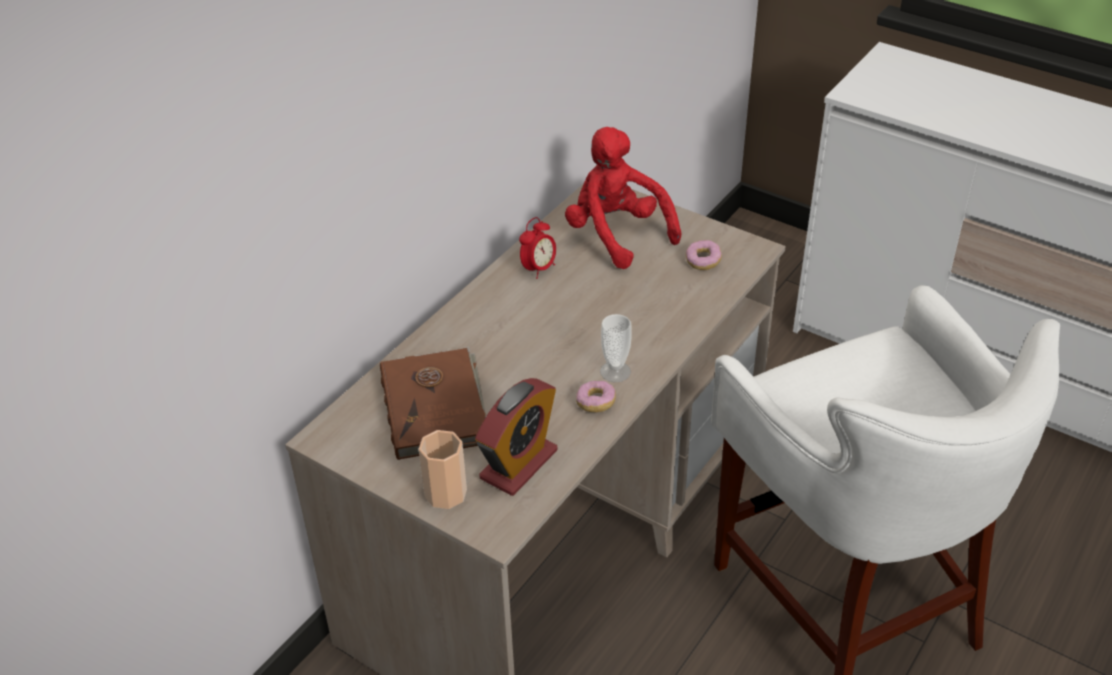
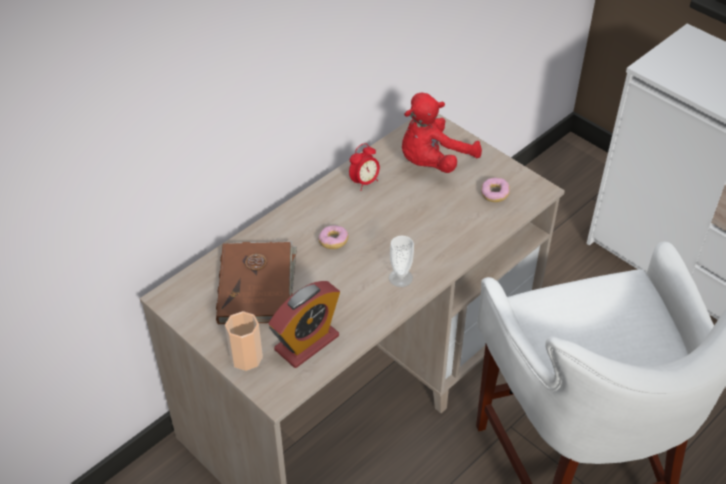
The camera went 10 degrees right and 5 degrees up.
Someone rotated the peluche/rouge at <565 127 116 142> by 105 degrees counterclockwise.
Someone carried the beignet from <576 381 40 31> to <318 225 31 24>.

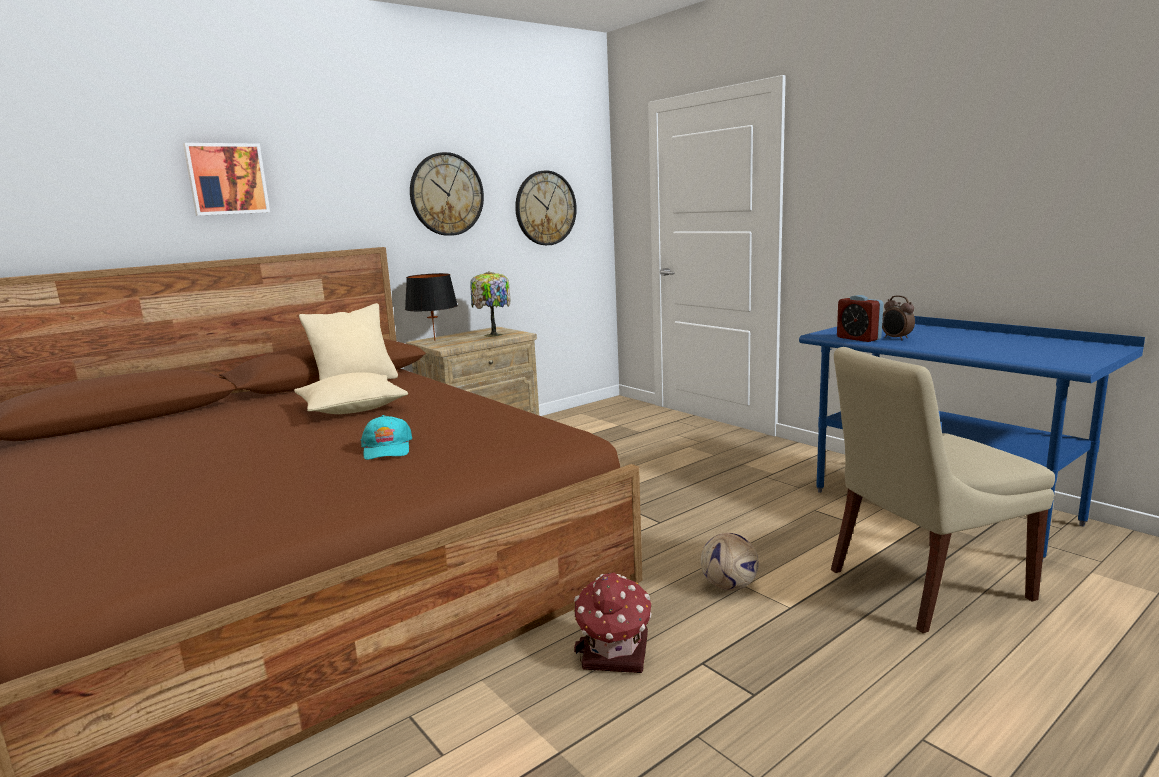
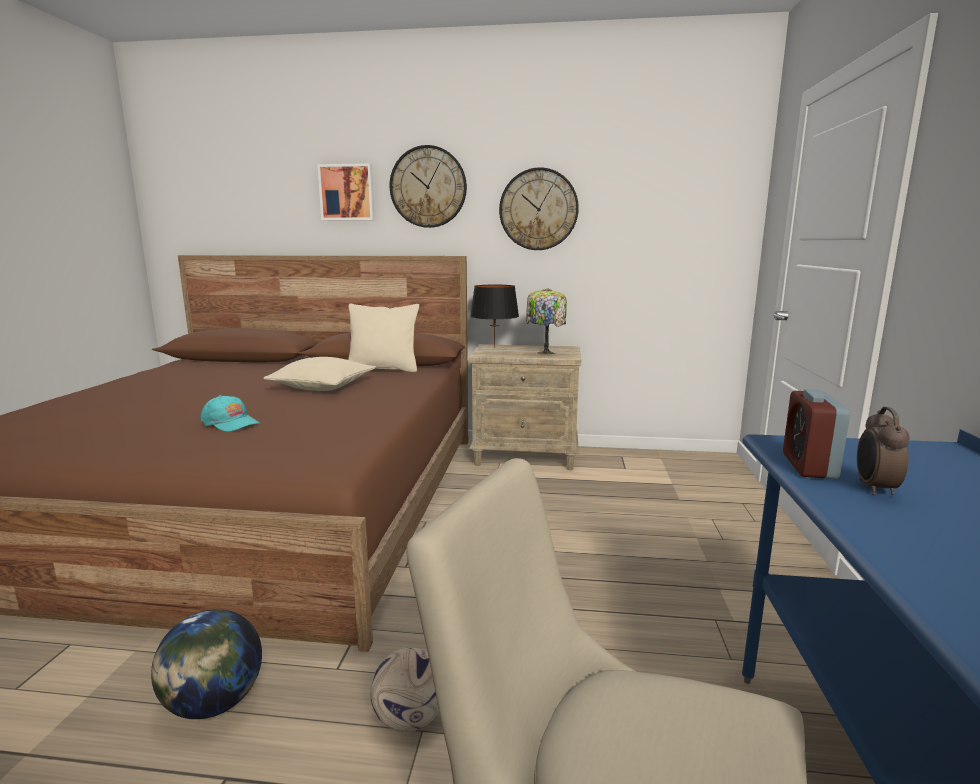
The camera went 45 degrees right and 0 degrees up.
Someone rotated the casquette/turquoise at <361 415 51 45> by 90 degrees counterclockwise.
Someone carried the horloge murale from <515 170 62 75> to <389 145 78 83>.
Someone swapped the maison miniature at <574 572 78 101> for the globe at <151 609 111 110>.

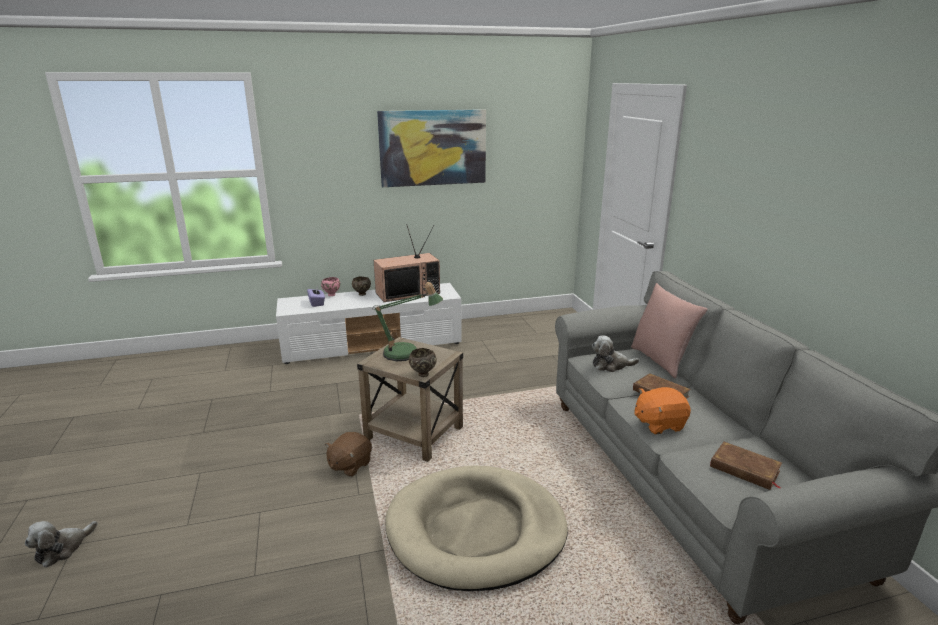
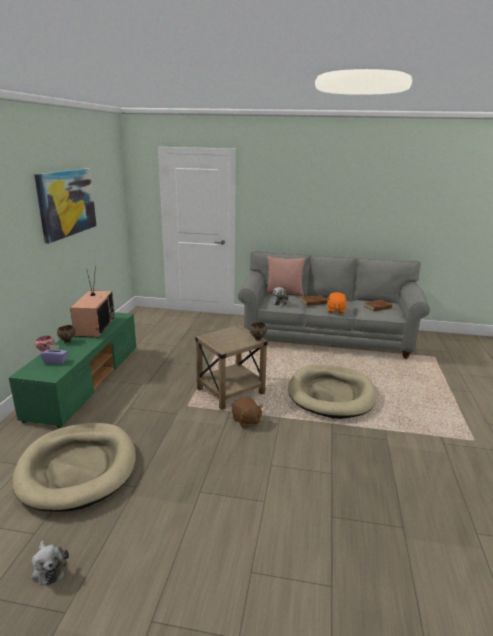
The camera went 65 degrees left and 0 degrees up.
Someone carried the peluche from <25 521 72 47> to <31 540 38 46>.
Someone repainted the meuble télé/blanc at <276 283 186 81>, which became the meuble télé/vert at <9 312 127 116>.
Someone took away the lampe de table at <373 282 70 79>.
Someone put down the panier pour chien/beige at <12 423 124 89>.

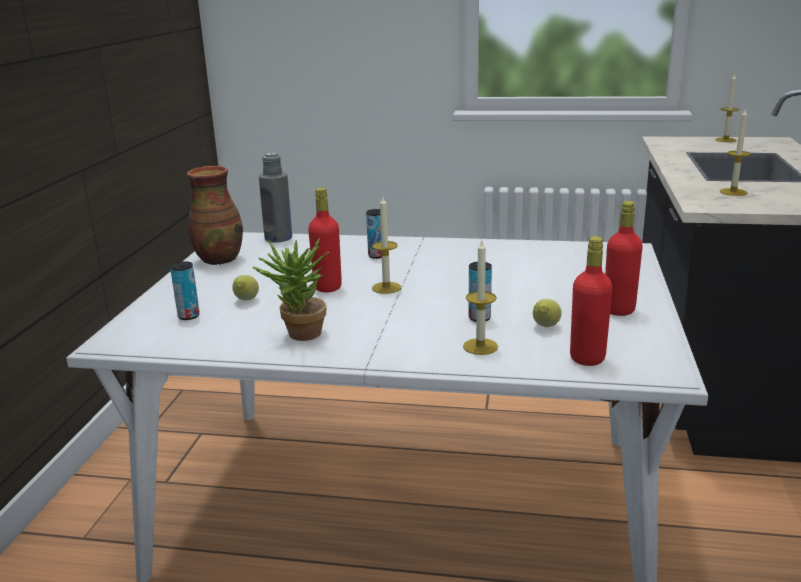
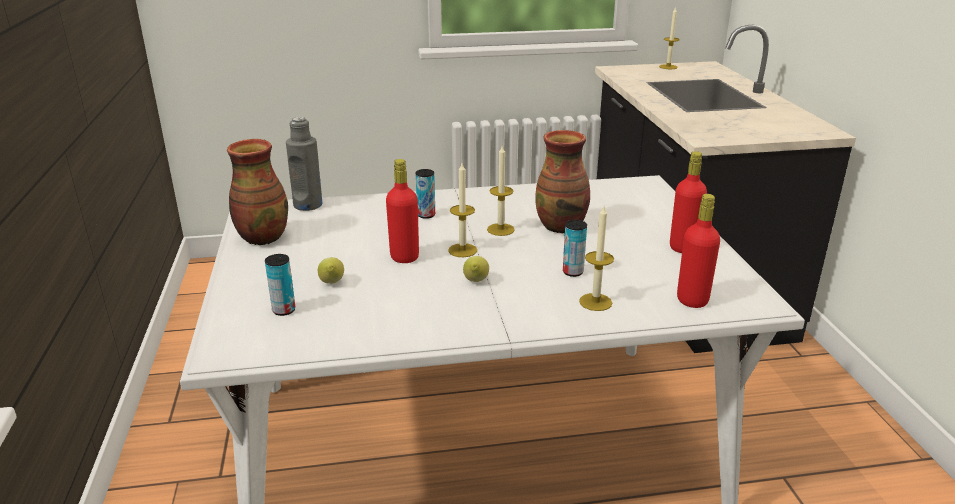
The camera went 20 degrees left and 5 degrees up.
Someone took away the plante en pot at <252 238 78 103>.
Someone carried the citron from <533 299 28 28> to <463 256 26 26>.
Someone carried the bougie from <720 109 31 87> to <487 146 28 90>.
Someone put down the vase at <535 130 55 103>.

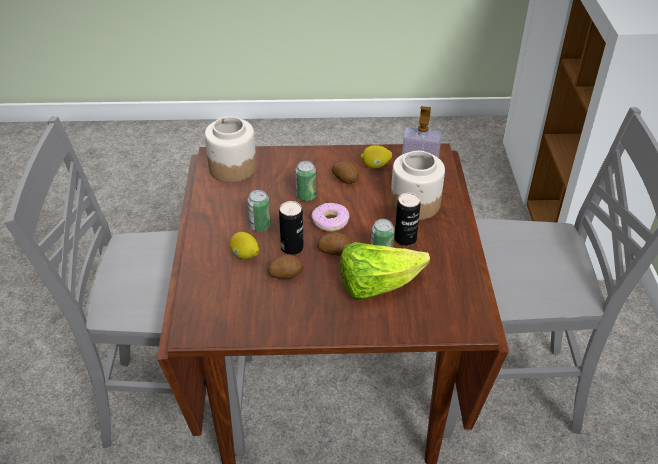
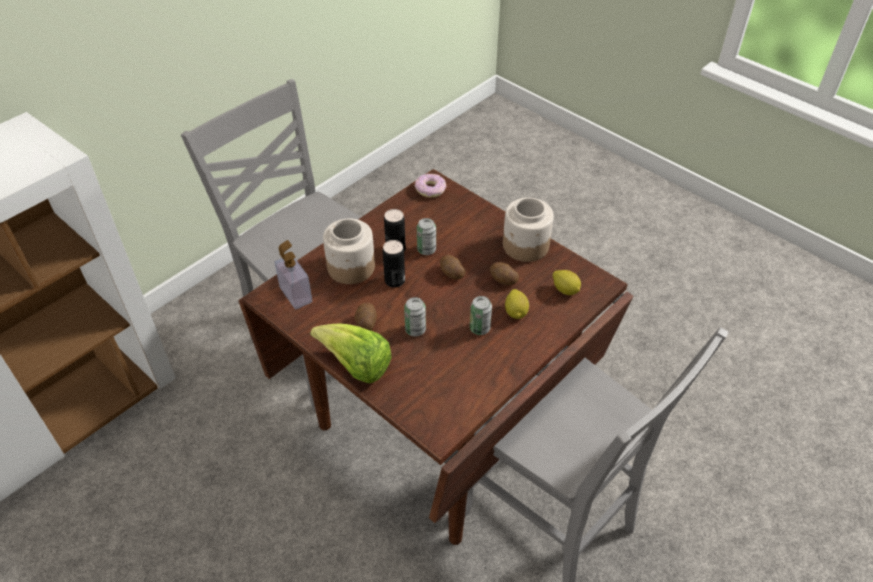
The camera went 135 degrees left and 5 degrees up.
Someone carried the bocal from <205 116 52 67> to <503 198 51 64>.
Someone carried the boîte métallique from <279 201 25 54> to <383 240 22 48>.
Someone carried the beignet from <312 203 38 28> to <415 174 31 24>.
Someone carried the laitue from <340 242 90 57> to <310 323 82 60>.
Someone carried the citron from <360 145 32 24> to <553 270 28 25>.

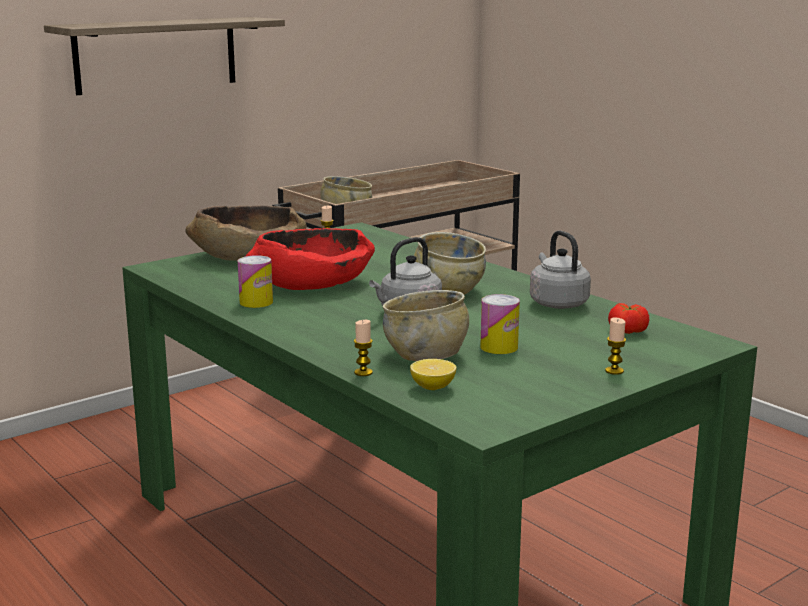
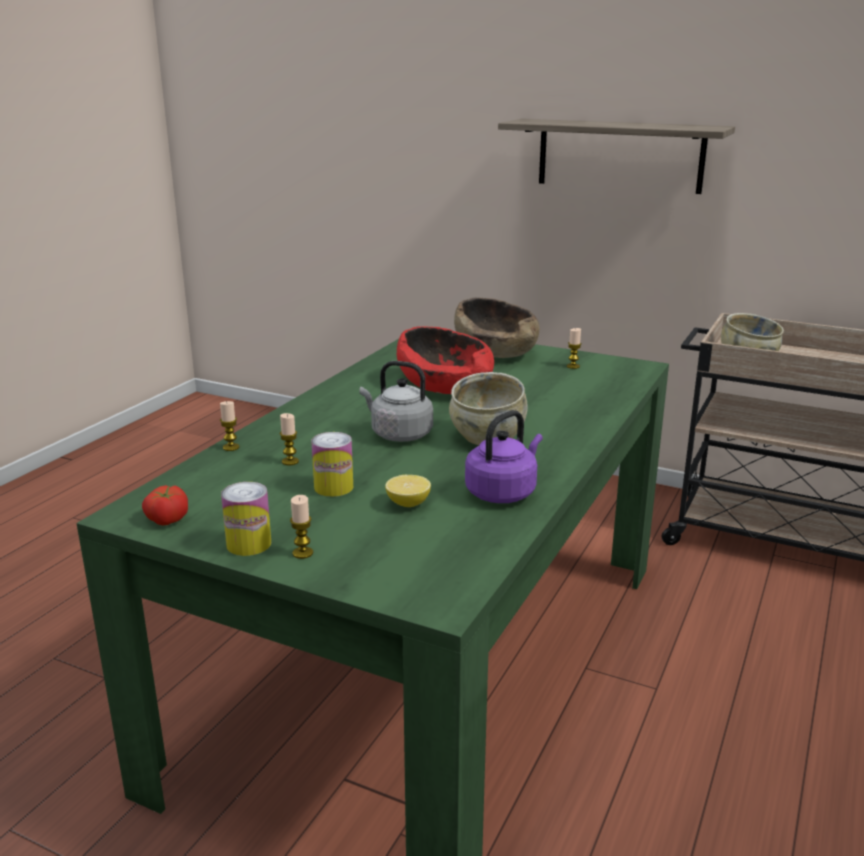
The camera went 65 degrees right and 5 degrees up.
Someone carried the boîte métallique from <238 255 35 53> to <221 482 50 74>.
Someone swapped the bol/beige at <383 290 86 71> for the bougie at <280 413 19 52>.
Someone carried the citron from <410 359 46 31> to <385 475 46 32>.
Someone repainted the bouilloire/gris at <530 230 61 79>, which became the bouilloire/violet at <465 410 78 93>.
Someone carried the tomate from <608 303 41 31> to <142 485 46 40>.

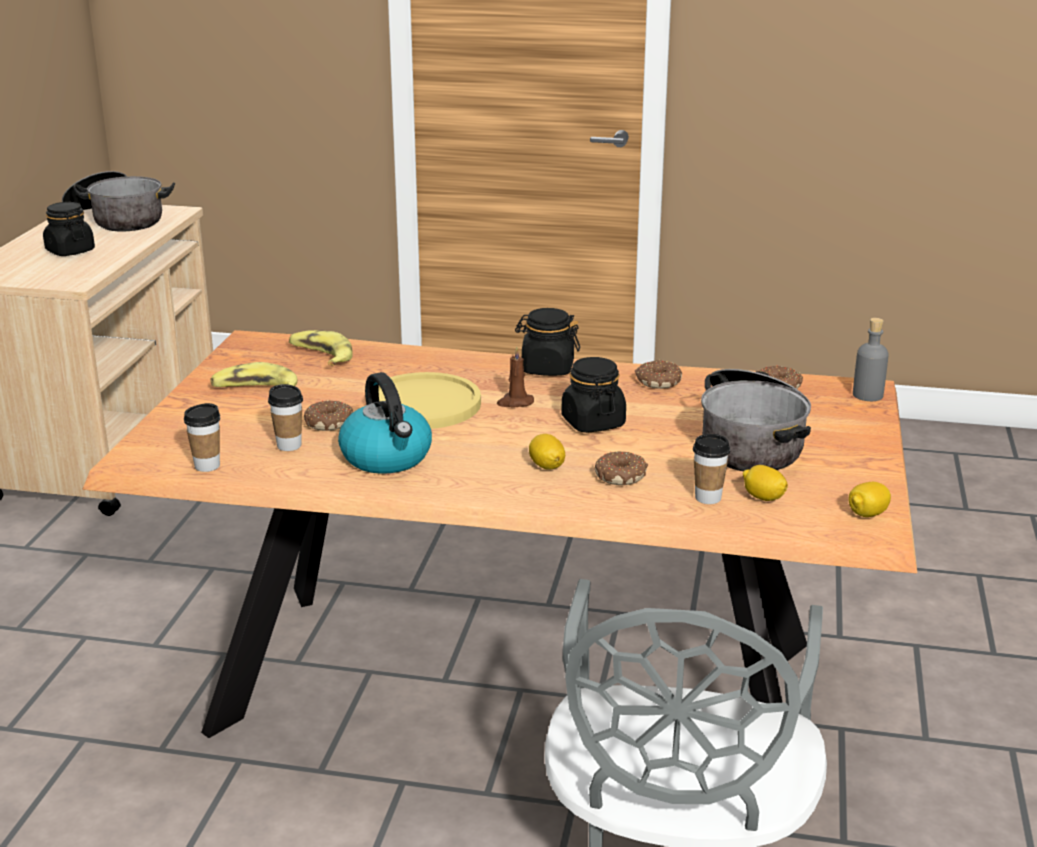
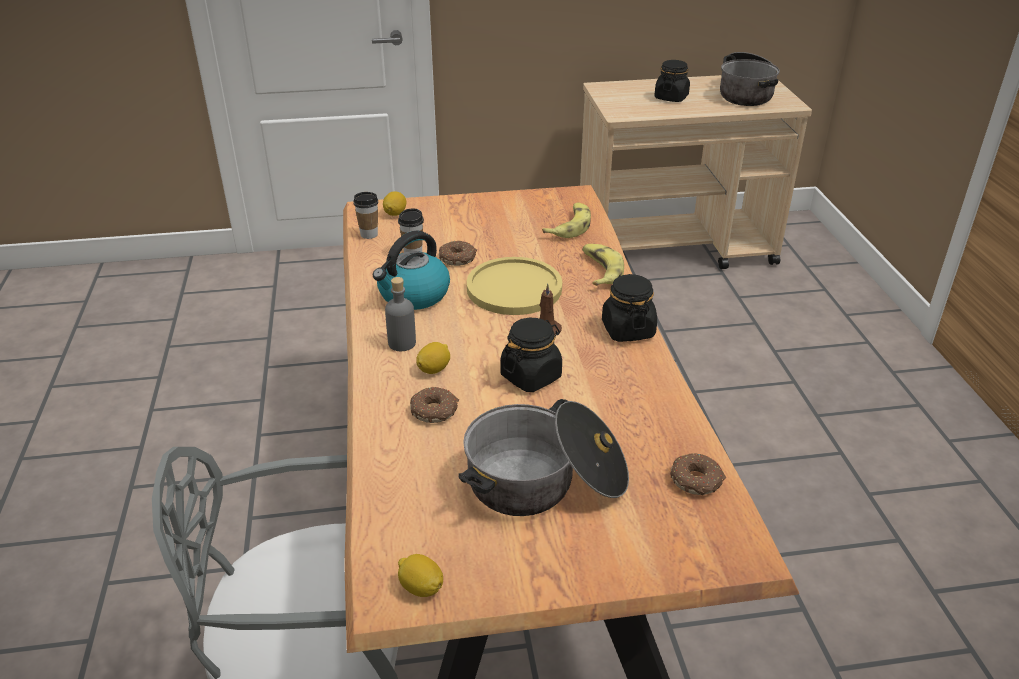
The camera went 70 degrees right and 10 degrees up.
Someone carried the banane from <210 362 88 25> to <582 244 42 42>.
Someone took away the beignet at <635 360 47 29>.
Someone took away the tasse at <693 434 37 70>.
Someone carried the citron from <742 465 46 36> to <383 191 23 25>.
Someone carried the bouteille/gris from <853 318 36 83> to <385 277 31 74>.

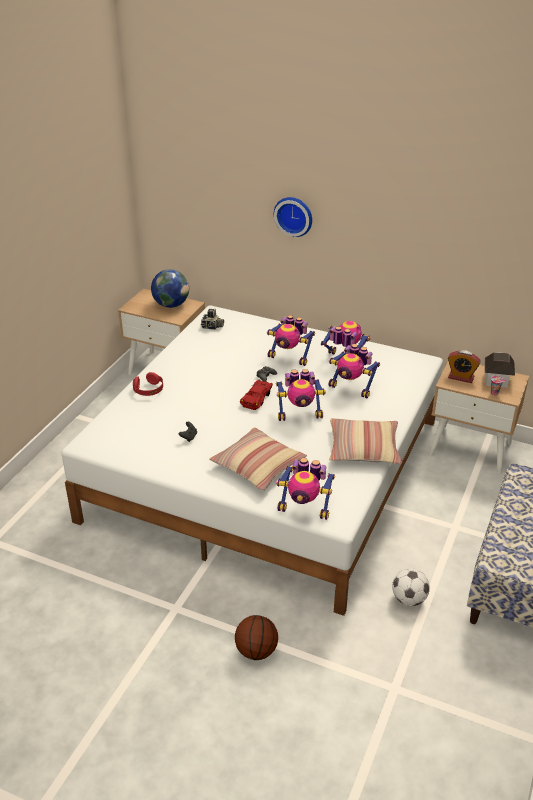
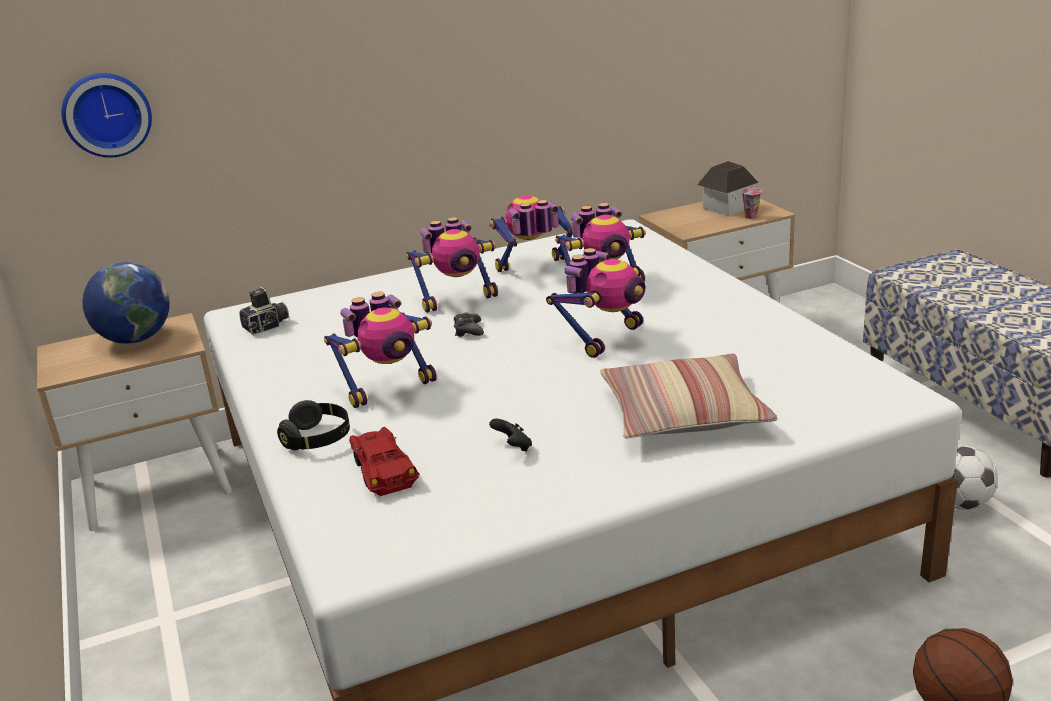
The camera went 45 degrees left and 10 degrees down.
Someone repainted the casque audio/rouge at <133 372 30 24>, which became the casque audio/noir at <277 400 73 51>.
Someone carried the petite voiture/rouge from <240 380 33 30> to <349 427 70 69>.
Someone carried the horloge murale from <274 197 38 40> to <61 73 91 85>.
Someone carried the robot jouet from <276 458 59 62> to <324 292 113 116>.
Someone took away the coussin at <329 418 73 46>.
Someone took away the réveil at <448 350 32 33>.

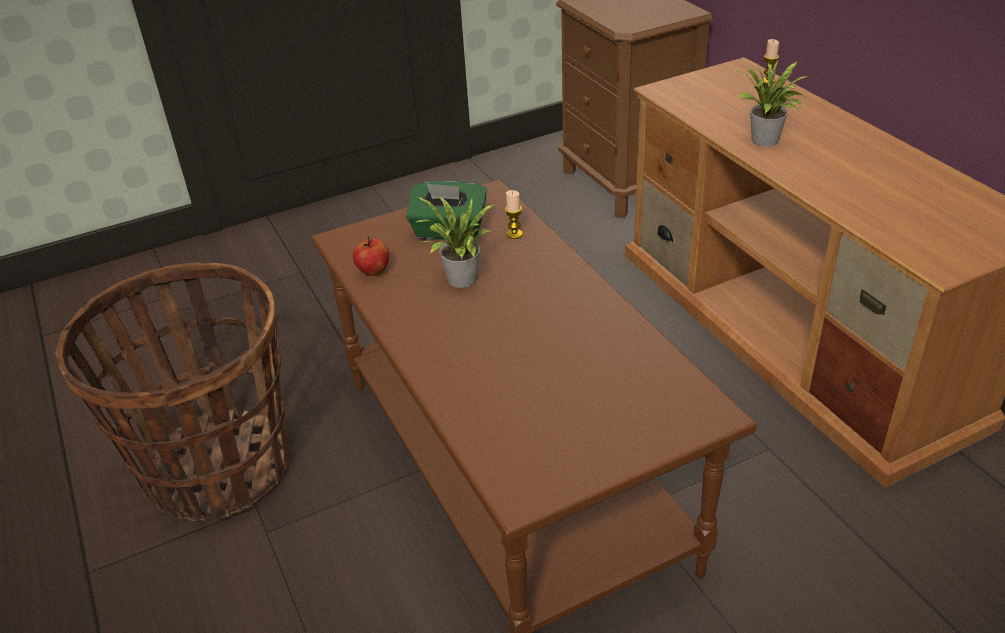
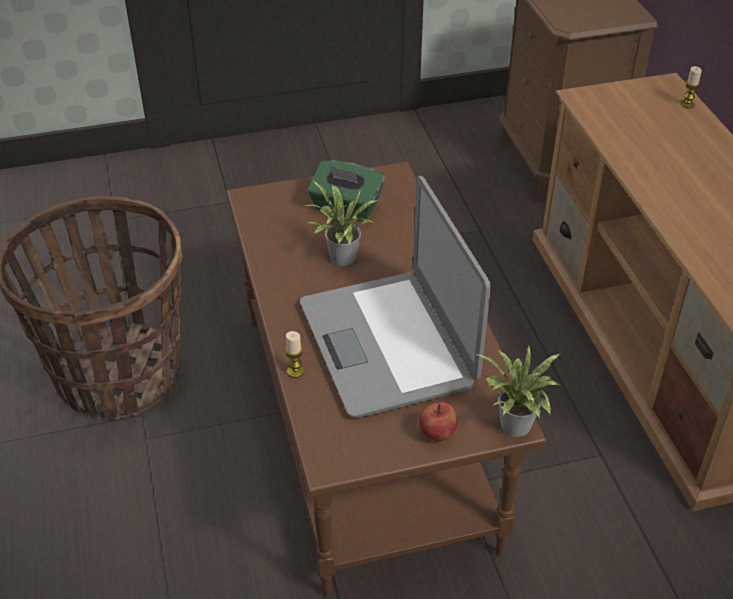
The camera went 10 degrees right and 5 degrees up.
Someone carried the pomme from <353 236 36 40> to <419 401 39 40>.
Someone carried the bougie from <505 190 18 49> to <285 331 19 47>.
Someone carried the plante en pot from <730 60 79 87> to <475 346 85 91>.
Someone put down the ordinateur portable at <300 176 191 242>.

